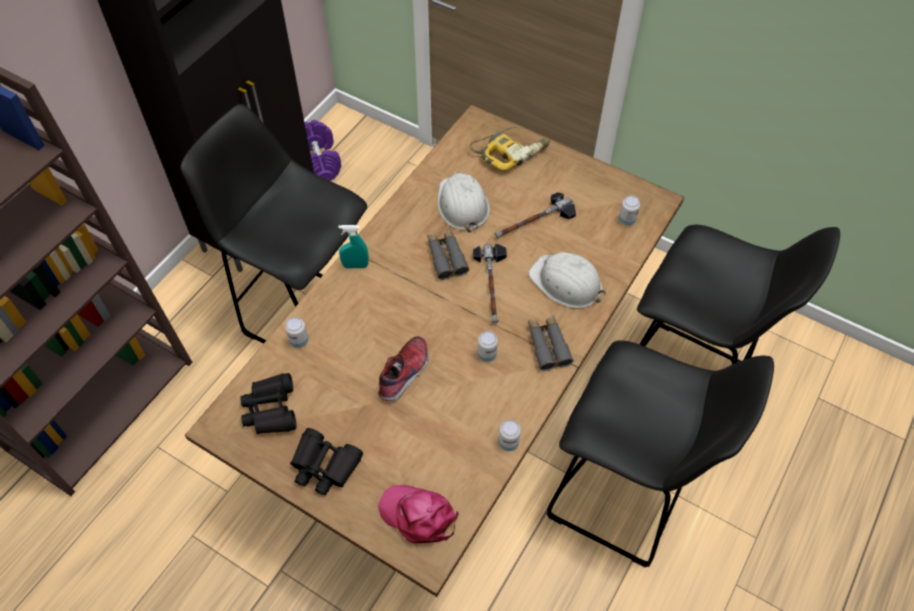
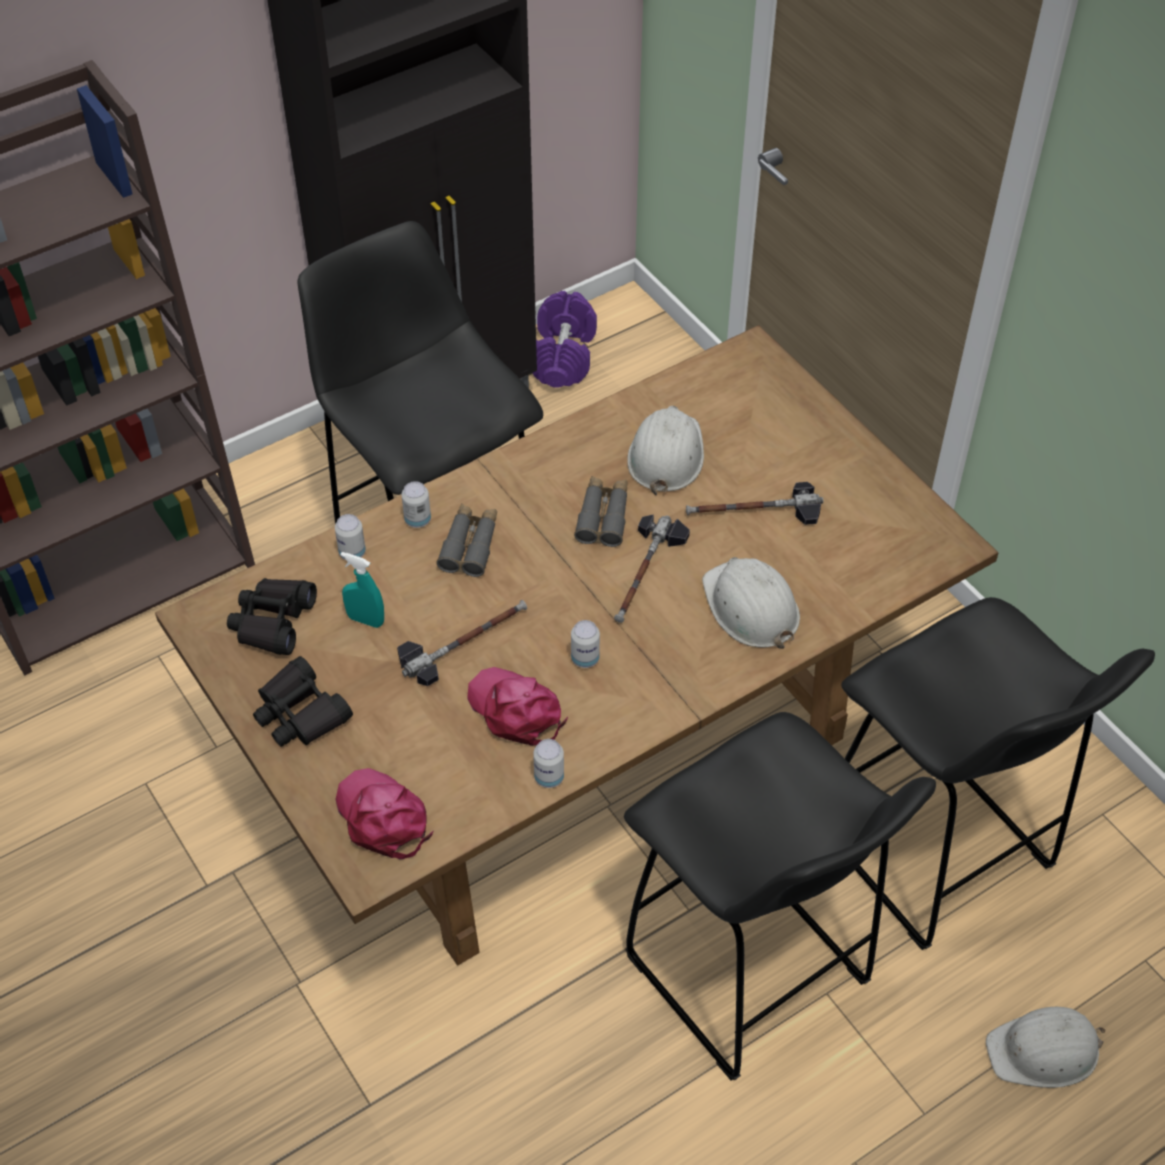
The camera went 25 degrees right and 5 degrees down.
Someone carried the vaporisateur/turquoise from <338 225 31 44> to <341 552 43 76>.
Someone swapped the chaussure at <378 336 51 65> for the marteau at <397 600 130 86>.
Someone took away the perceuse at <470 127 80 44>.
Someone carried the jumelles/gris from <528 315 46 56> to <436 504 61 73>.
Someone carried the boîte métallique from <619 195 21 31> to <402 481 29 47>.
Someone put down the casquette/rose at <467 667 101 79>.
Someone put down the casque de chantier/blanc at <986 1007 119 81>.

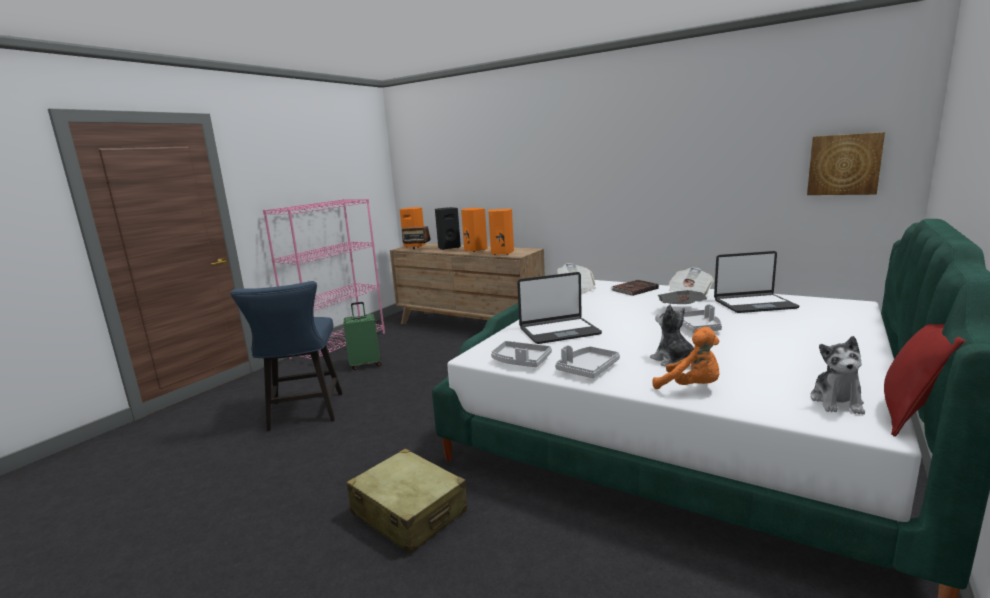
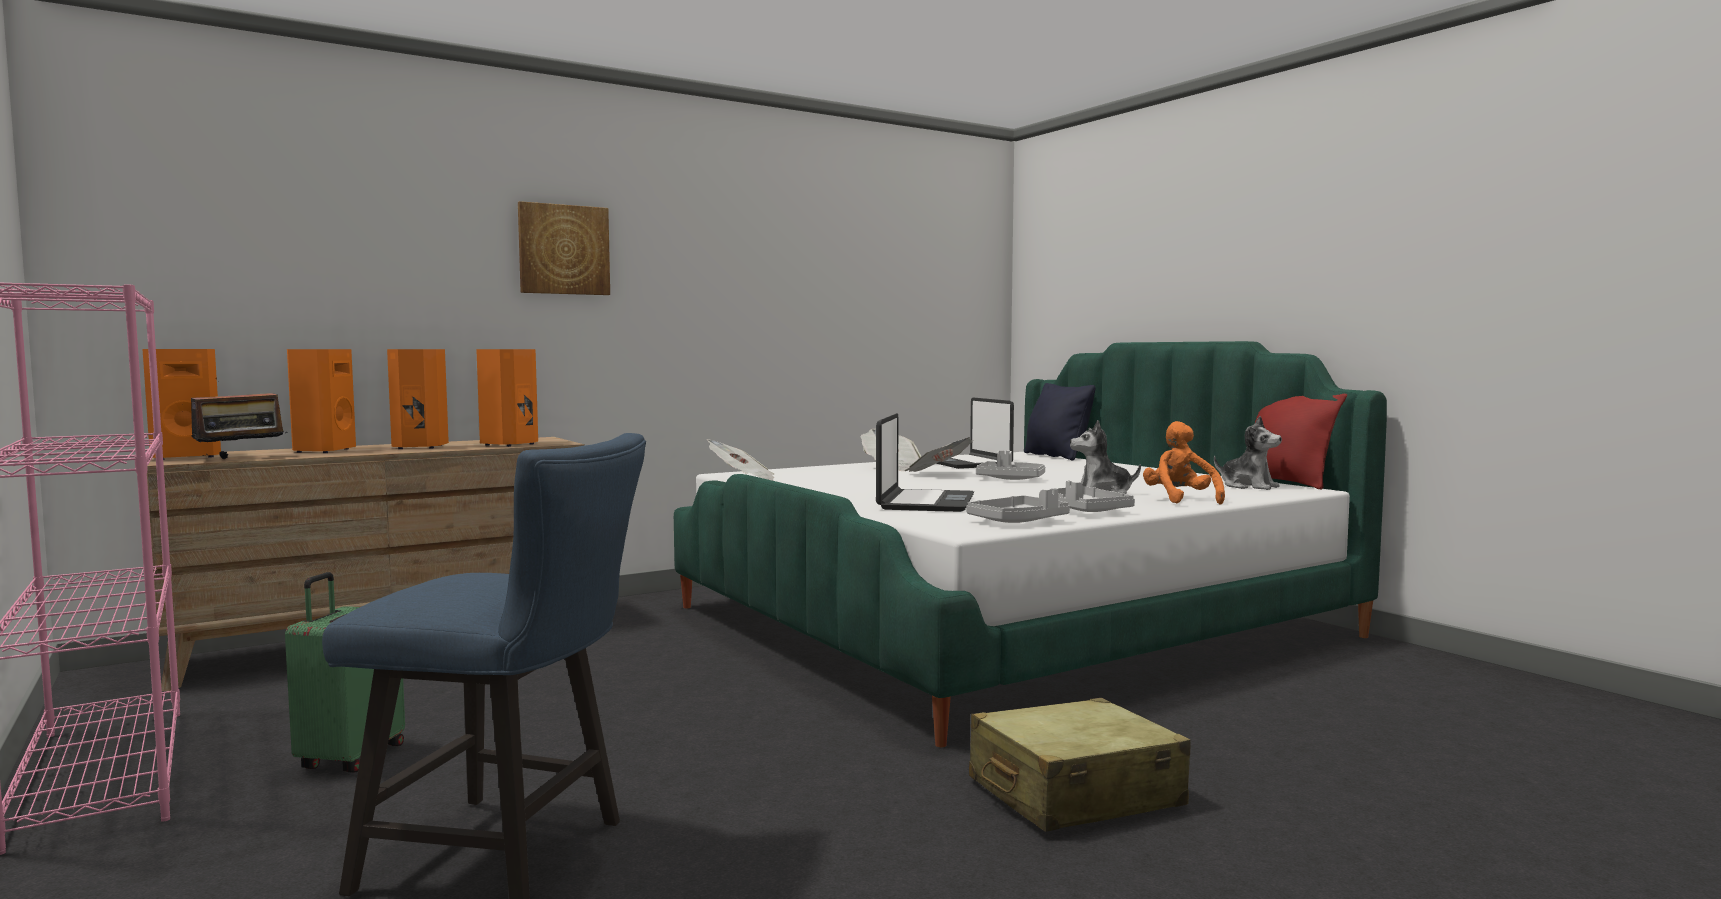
The camera went 65 degrees left and 10 degrees down.
Someone repainted the enceinte/noir at <435 207 26 43>, which became the enceinte/orange at <287 349 69 104>.
Someone took away the livre/marron at <612 280 47 16>.
Someone rotated the peluche/orange at <653 327 67 62> by 75 degrees counterclockwise.
Someone rotated the ordinateur portable at <714 251 86 62> by 135 degrees clockwise.
Someone carried the tableau from <807 132 78 63> to <518 201 92 94>.
Someone put down the coussin/noir at <1024 383 72 78>.

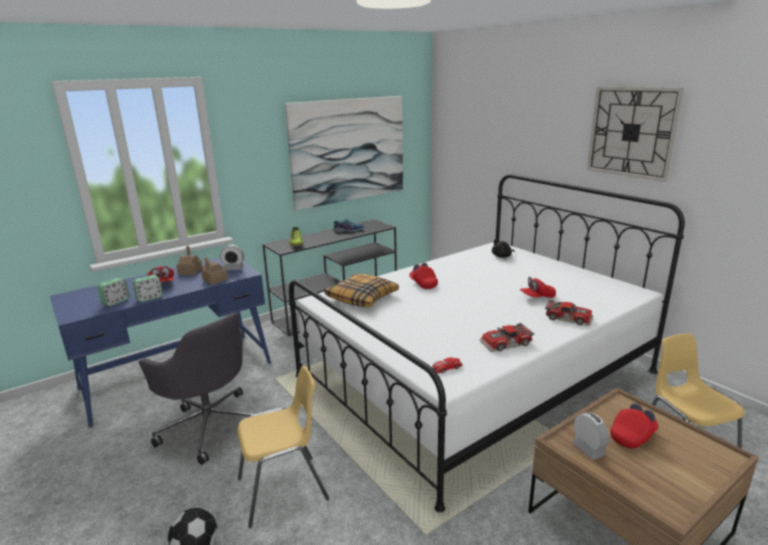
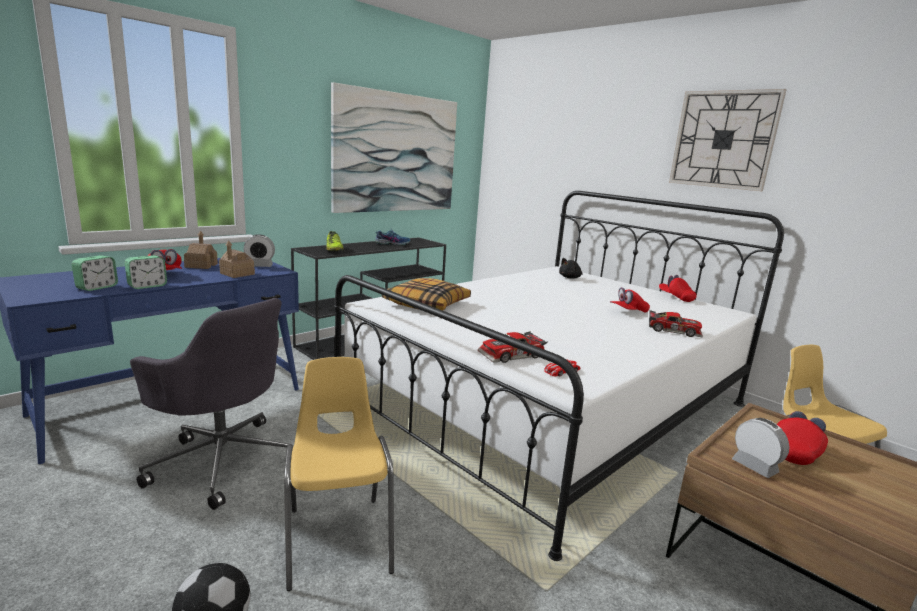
The camera went 10 degrees left and 5 degrees down.
Someone rotated the chaise/jaune at <237 366 92 162> by 75 degrees counterclockwise.
Someone carried the casquette/rouge from <409 263 29 26> to <659 275 38 27>.
Someone carried the petite voiture from <480 323 55 29> to <478 331 70 32>.

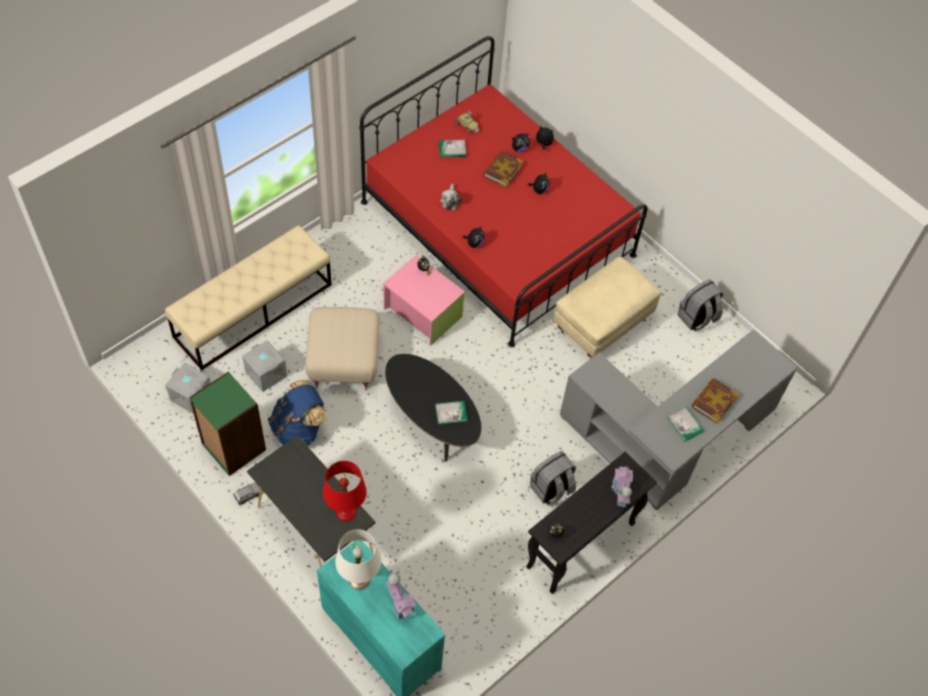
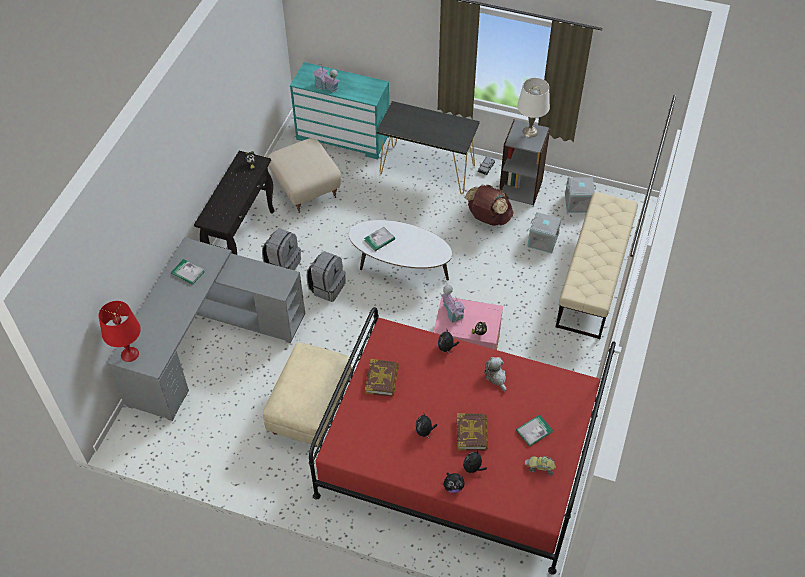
The camera went 155 degrees right and 5 degrees down.
Someone repainted the bibliothèque/vert at <189 371 77 105>, which became the bibliothèque/gris at <499 120 51 85>.
Someone repainted the sac à dos/bleu at <268 380 59 66>, which became the sac à dos/marron at <465 185 49 41>.
Someone carried the pouf/beige from <305 307 75 83> to <267 138 75 75>.
Someone carried the lampe de table/rouge from <323 461 44 60> to <99 301 42 61>.
Someone carried the lampe de table/blanc from <335 529 46 61> to <517 78 33 59>.
Someone repainted the table basse/noir at <385 354 96 107>, which became the table basse/blanc at <349 220 103 61>.
Someone carried the maison miniature from <612 466 21 41> to <441 285 25 39>.
Someone carried the sac à dos/gris from <678 279 45 52> to <306 251 40 51>.
Someone carried the livre from <692 378 47 46> to <365 359 34 37>.

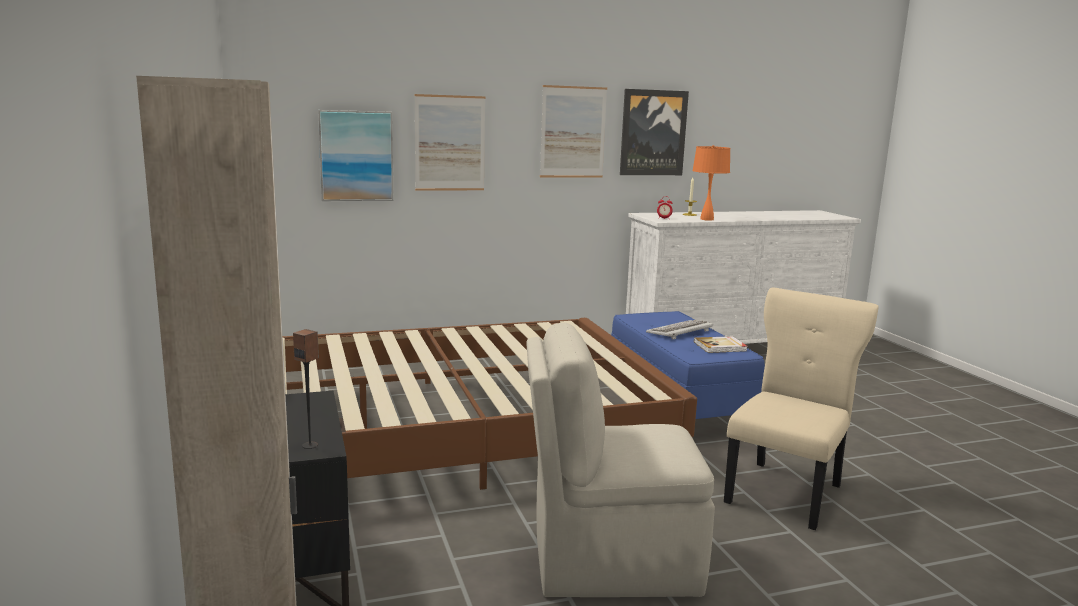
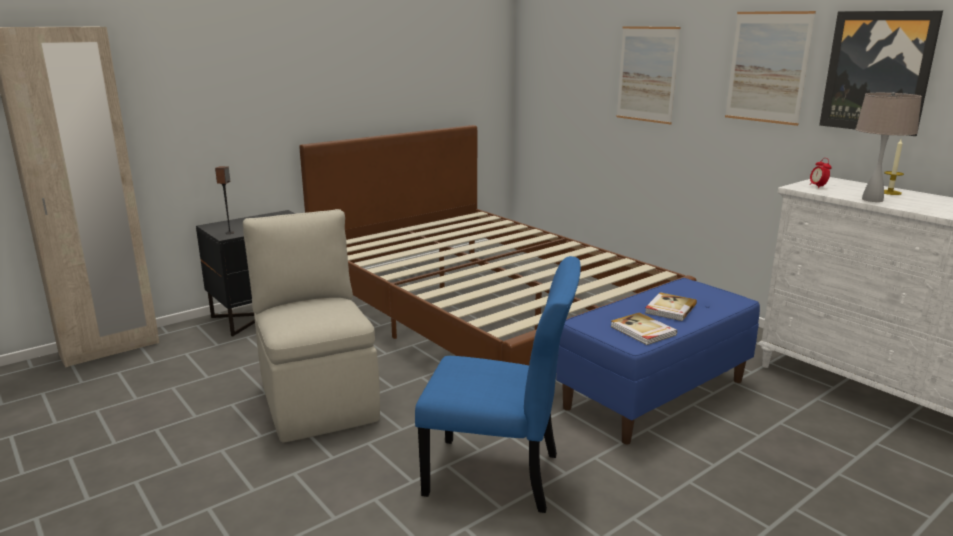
The camera went 70 degrees right and 5 degrees up.
Someone took away the tableau at <318 110 76 91>.
Someone swapped the clavier at <646 320 68 20> for the livre at <645 292 52 29>.
Someone repainted the lampe de table/orange at <692 145 38 76>, which became the lampe de table/beige at <856 92 66 110>.
Someone repainted the chaise/beige at <724 288 155 242>, which became the chaise/bleu at <415 256 166 257>.

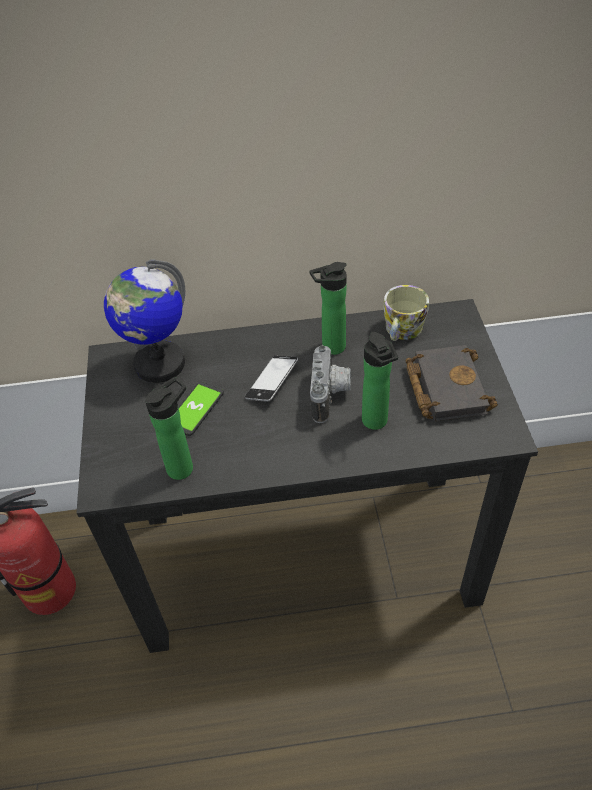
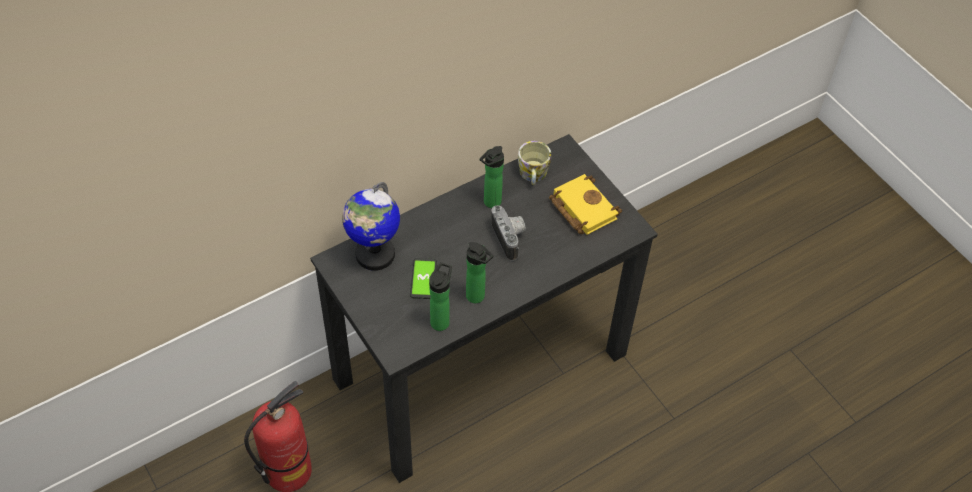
The camera went 30 degrees left and 5 degrees up.
Someone took away the téléphone at <245 356 53 46>.
Someone carried the bouteille from <362 332 36 98> to <466 242 28 61>.
Someone repainted the livre/noir at <405 345 93 76>, which became the livre/jaune at <549 174 73 61>.

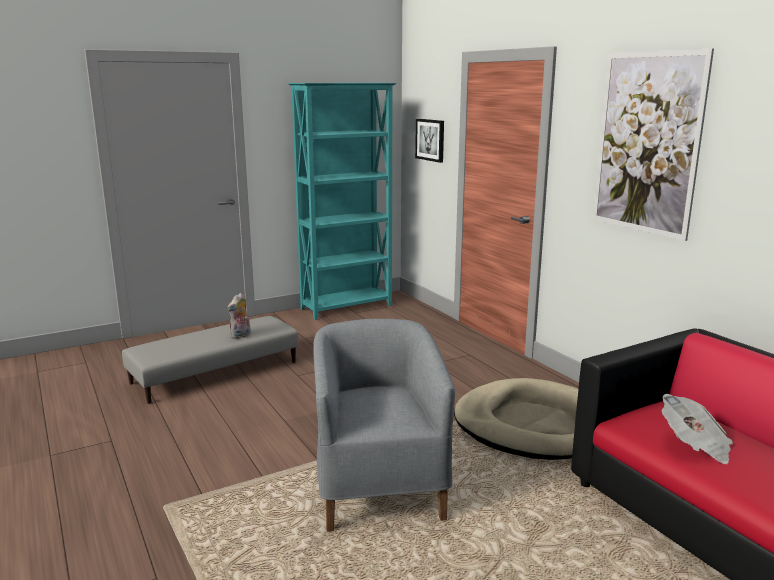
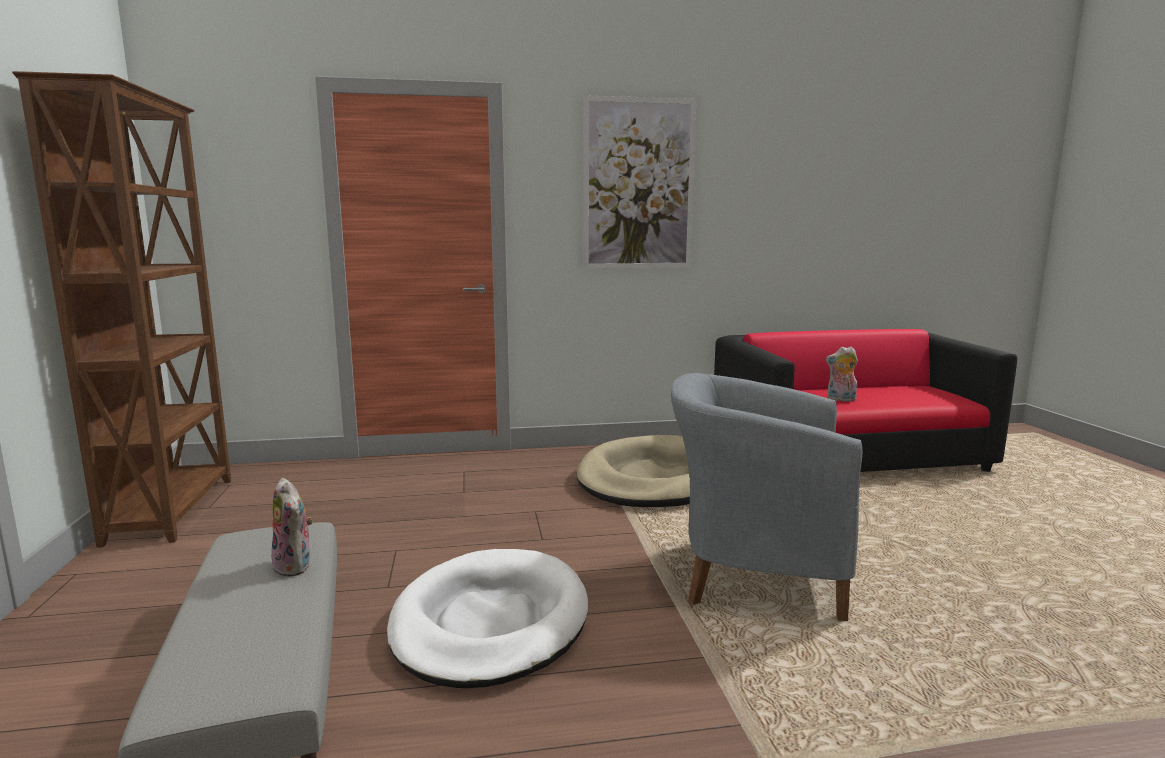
The camera went 70 degrees left and 5 degrees down.
Someone repainted the bibliothèque/turquoise at <288 83 109 237>, which became the bibliothèque/marron at <12 71 219 477>.
Someone took away the tableau at <415 119 29 44>.
Someone swapped the journal at <661 394 72 70> for the peluche at <826 347 32 55>.
Someone put down the panier pour chien/blanc at <387 549 201 139>.

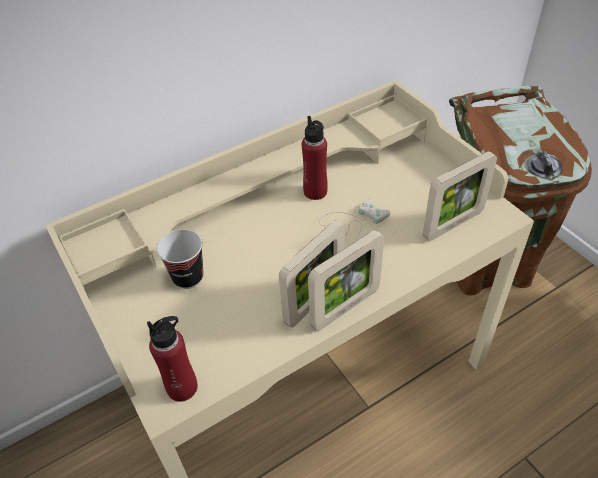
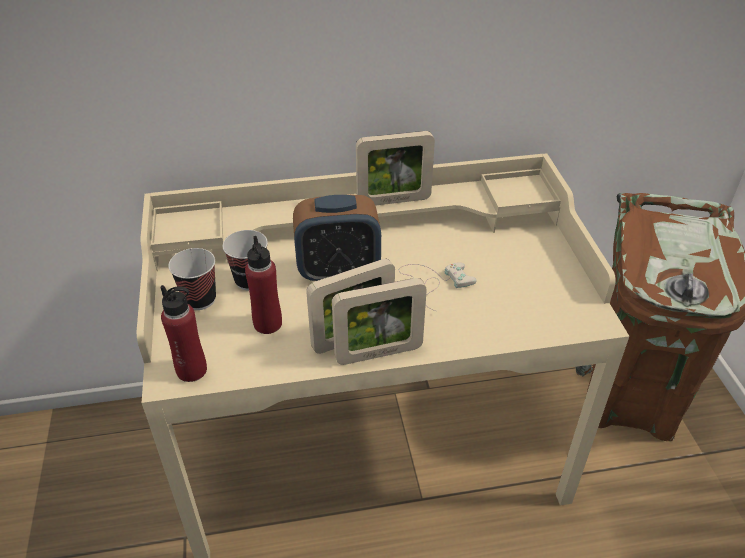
The camera went 20 degrees right and 5 degrees down.
Someone carried the bouteille/rouge from <302 116 26 84> to <245 236 37 98>.
Someone carried the cadre photo from <423 151 74 90> to <356 131 79 75>.
Someone put down the tasse at <168 248 48 62>.
Someone put down the réveil at <293 195 88 86>.

